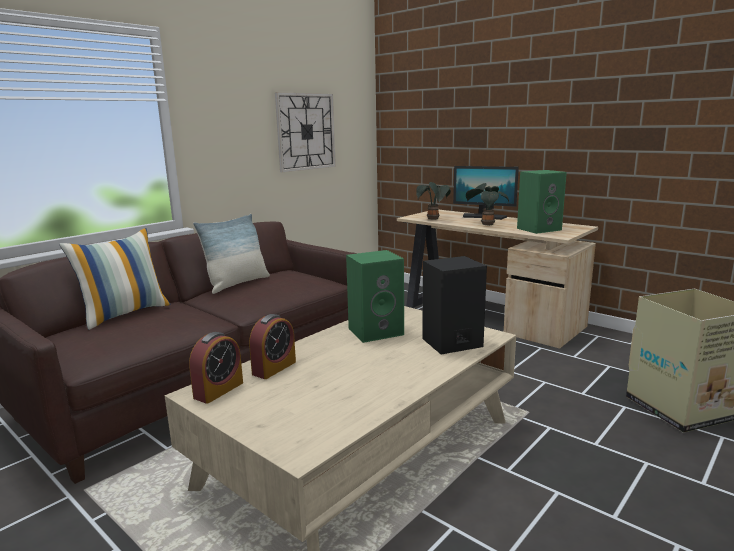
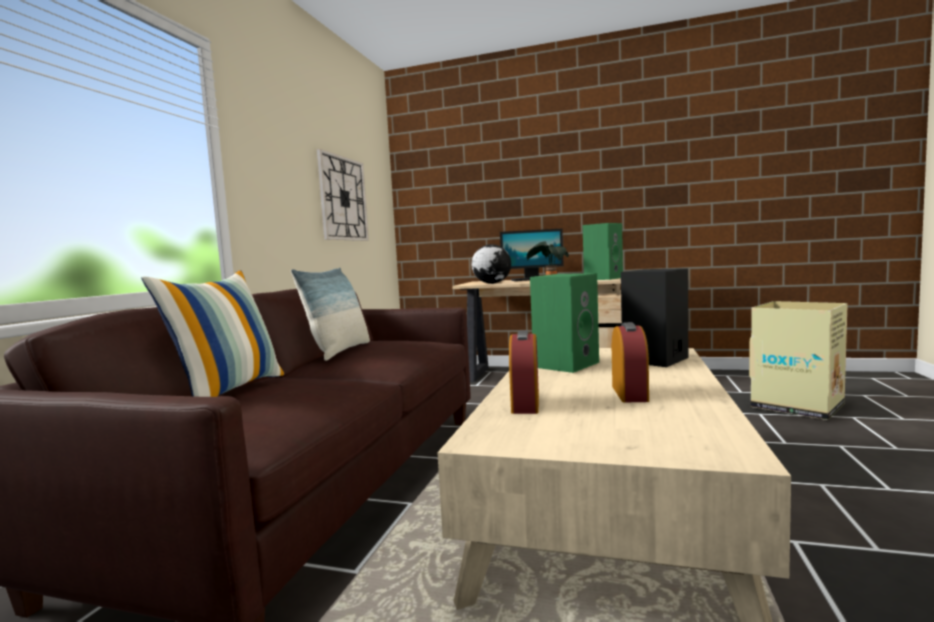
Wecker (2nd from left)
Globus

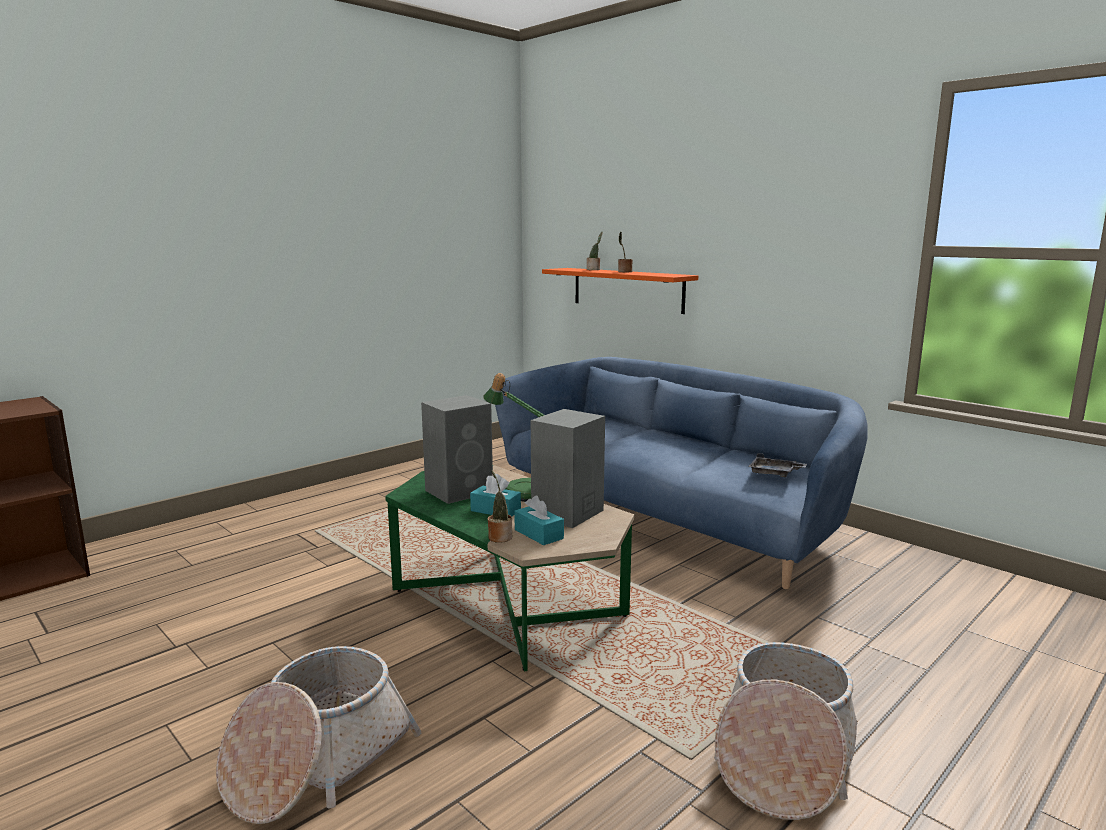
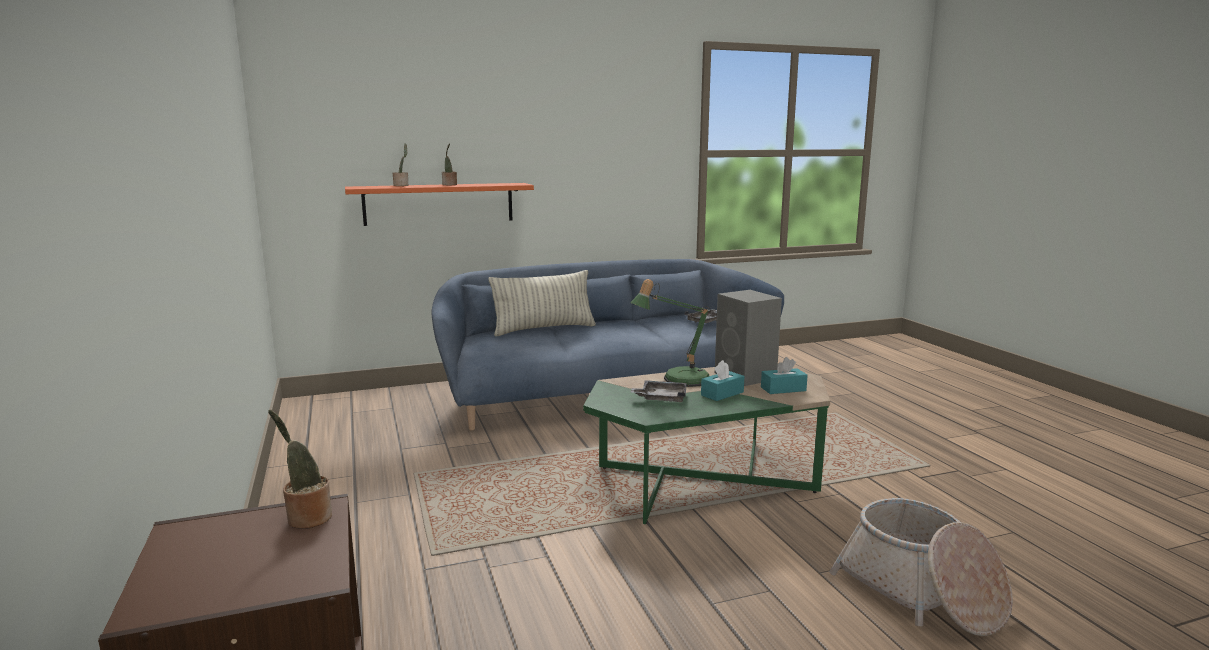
Korb (2nd from left in the first image)
Kissen
Topfpflanze (1st from left)
Tablett/grau (1st from left)

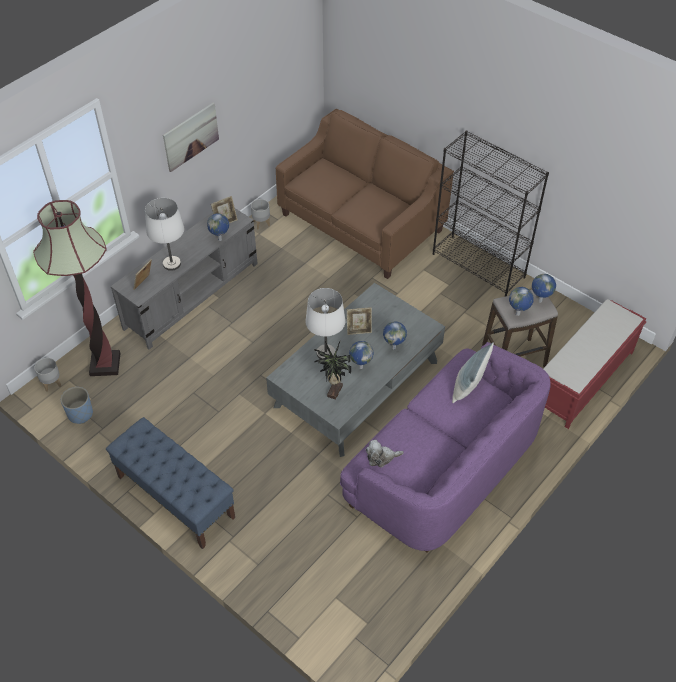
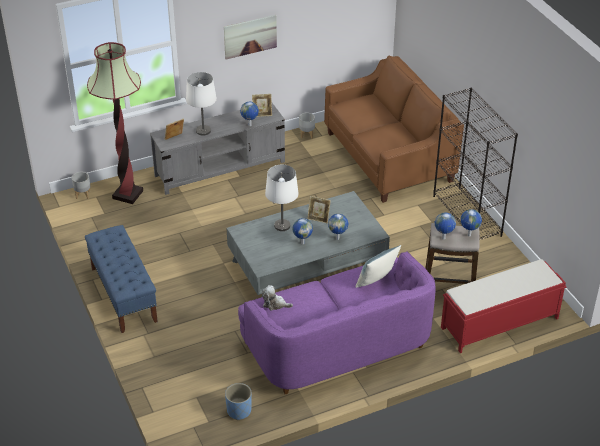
Topfpflanze
Pflanzkübel/blau

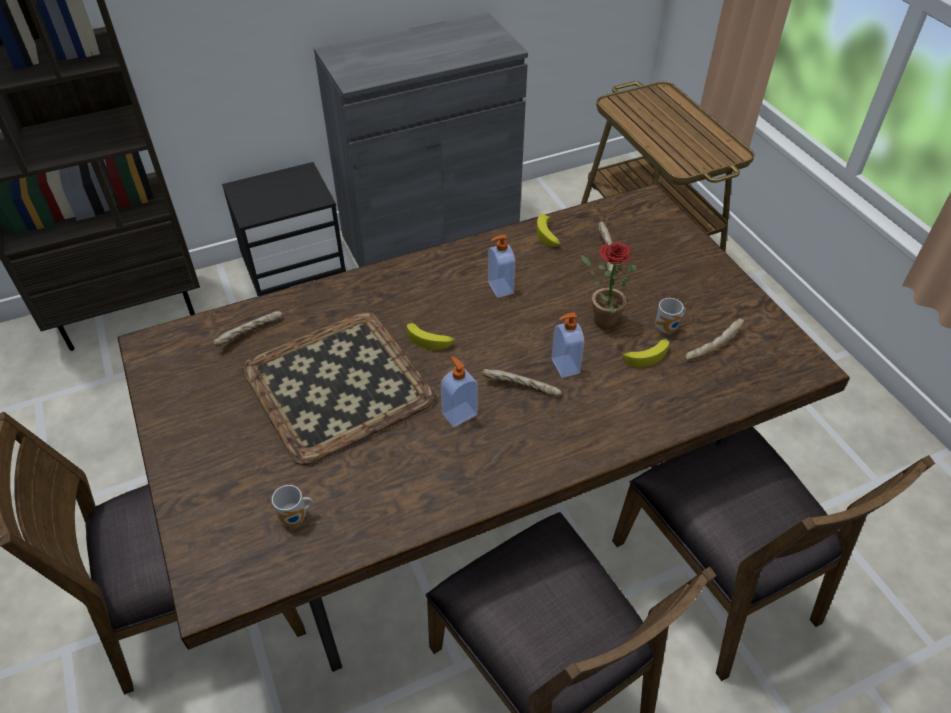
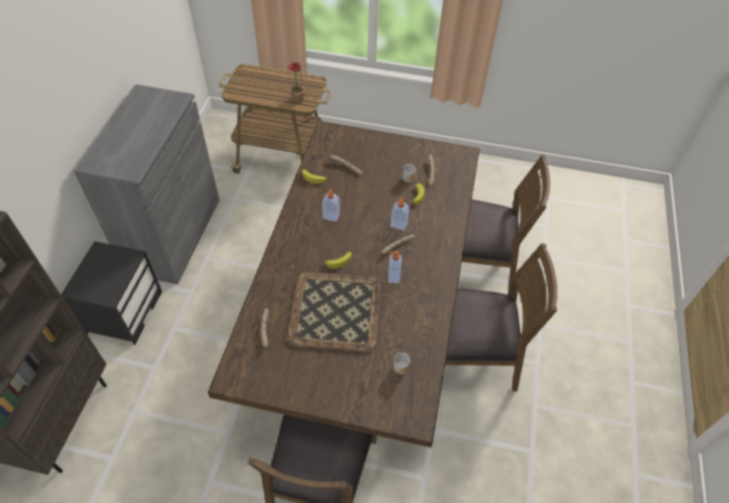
Topfpflanze

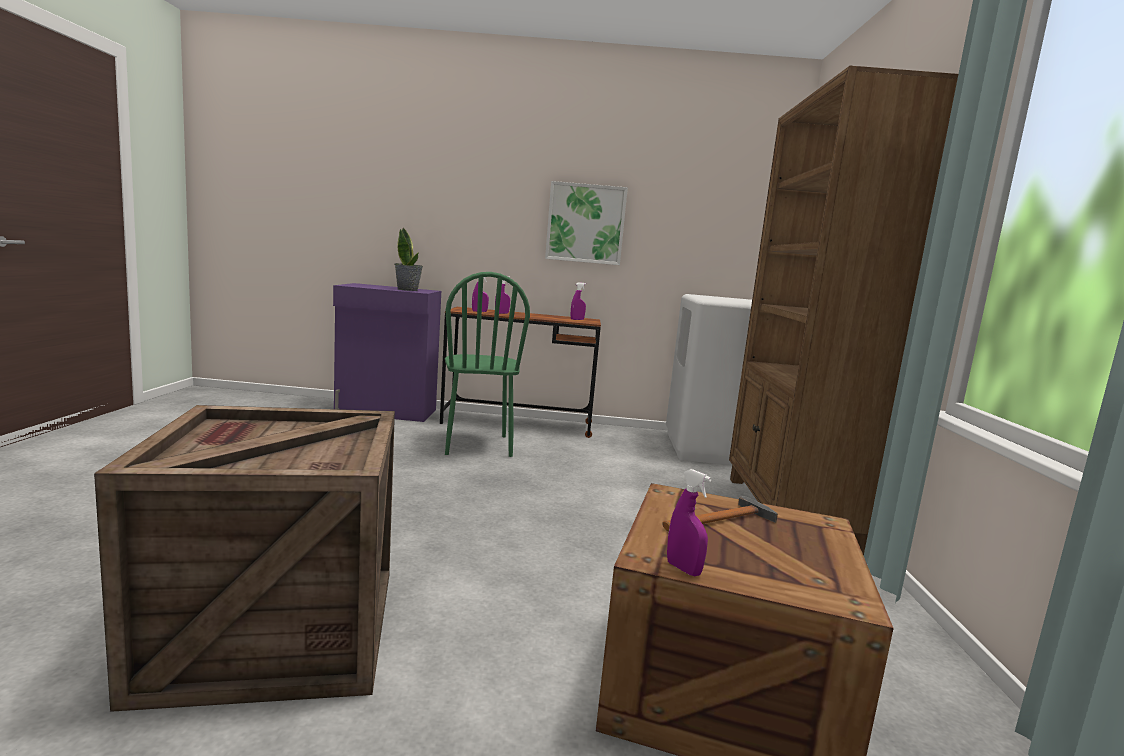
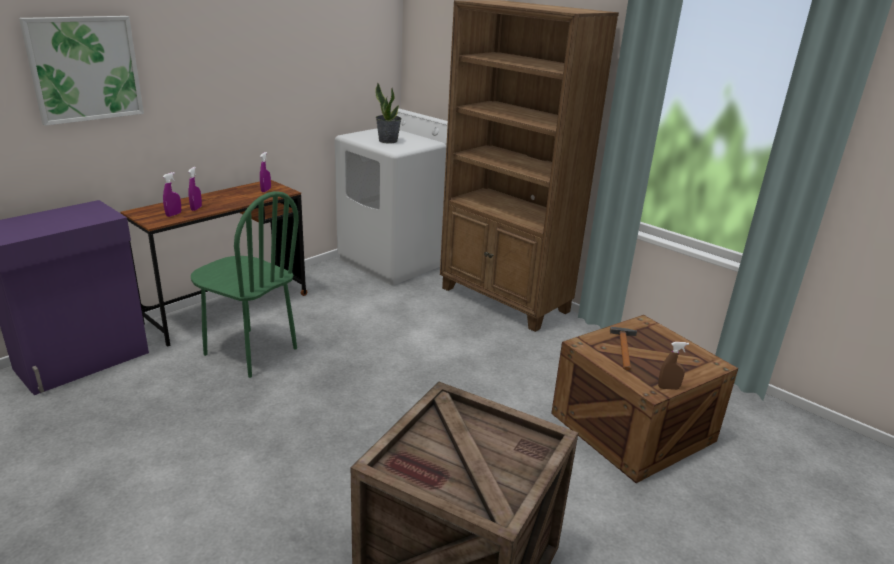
Topfpflanze
Bild
Sprühflasche/braun

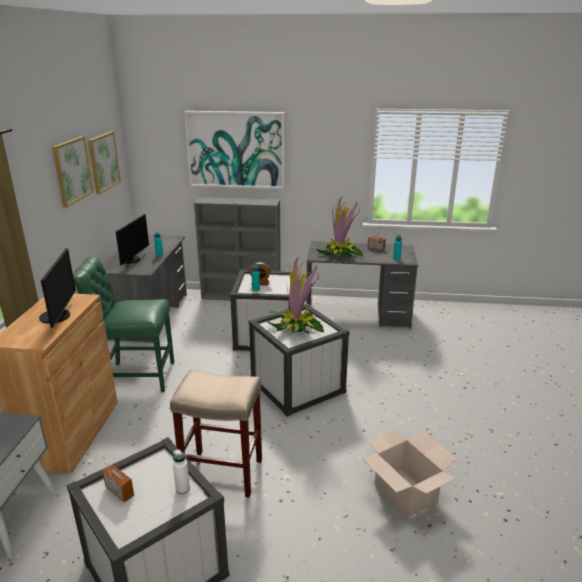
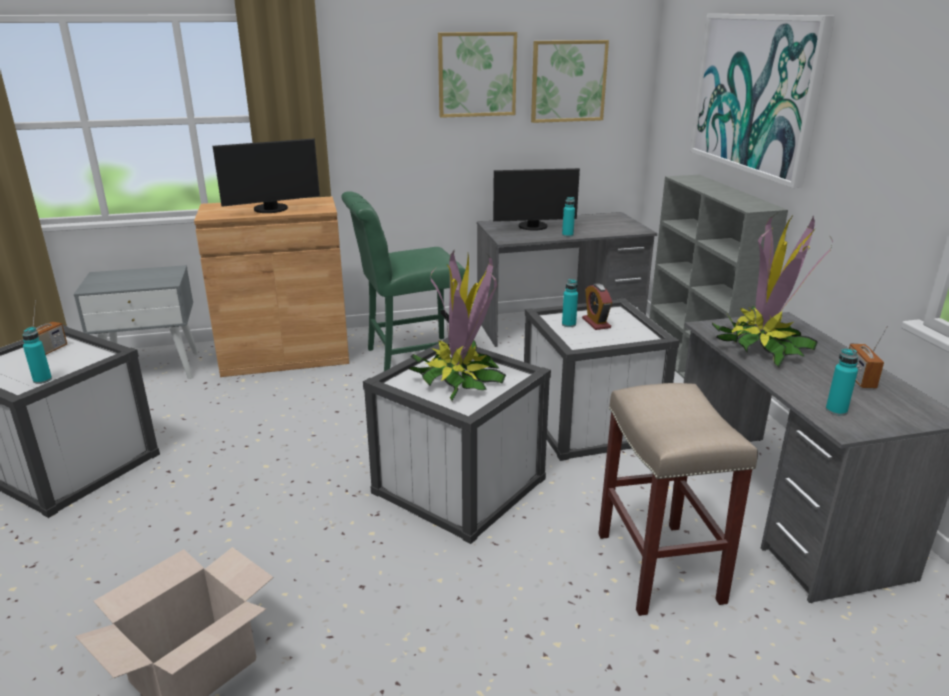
Hocker/beige
Flasche/türkis (1st from left)
Stuhl/grün

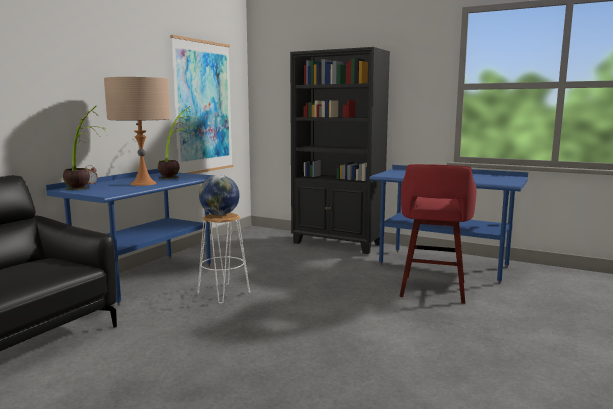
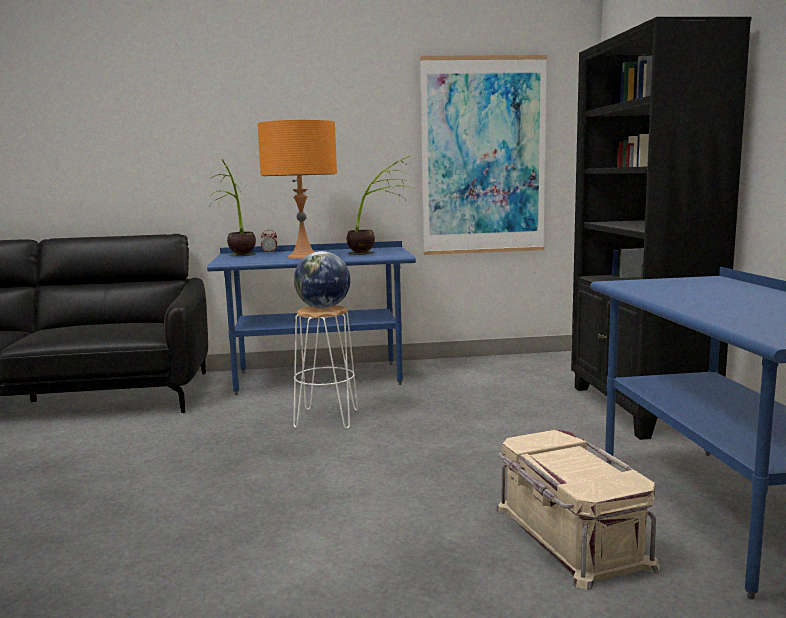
Aufbewahrungsbox/beige
Tischlampe/orange

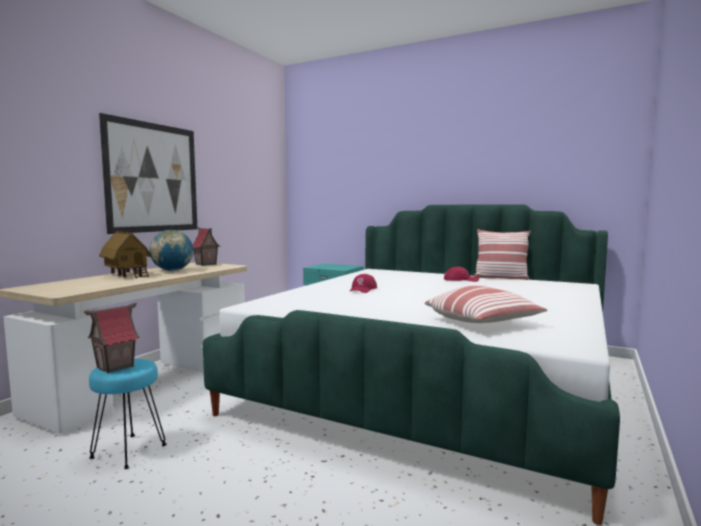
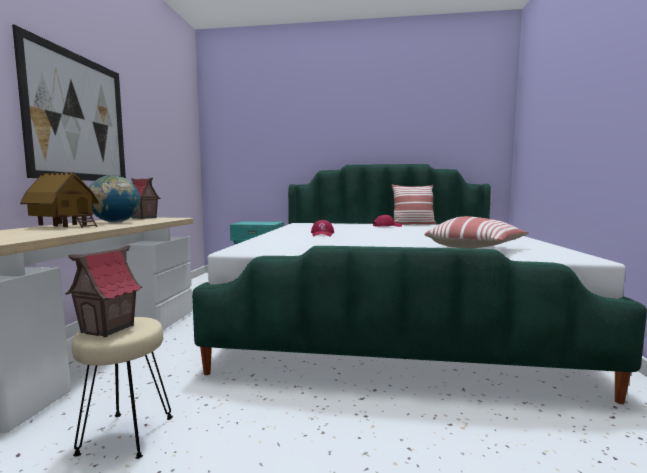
Hocker/beige

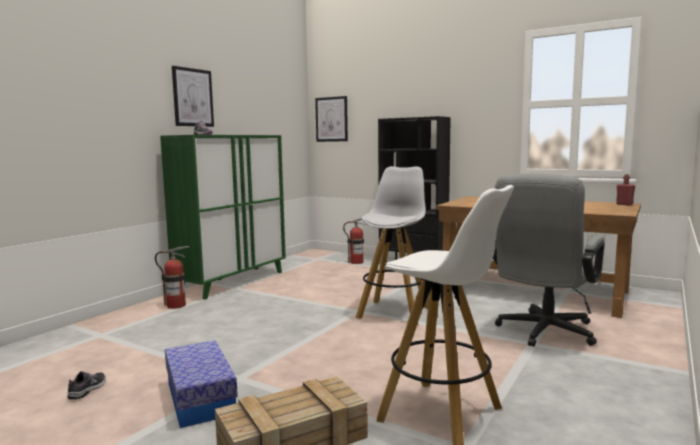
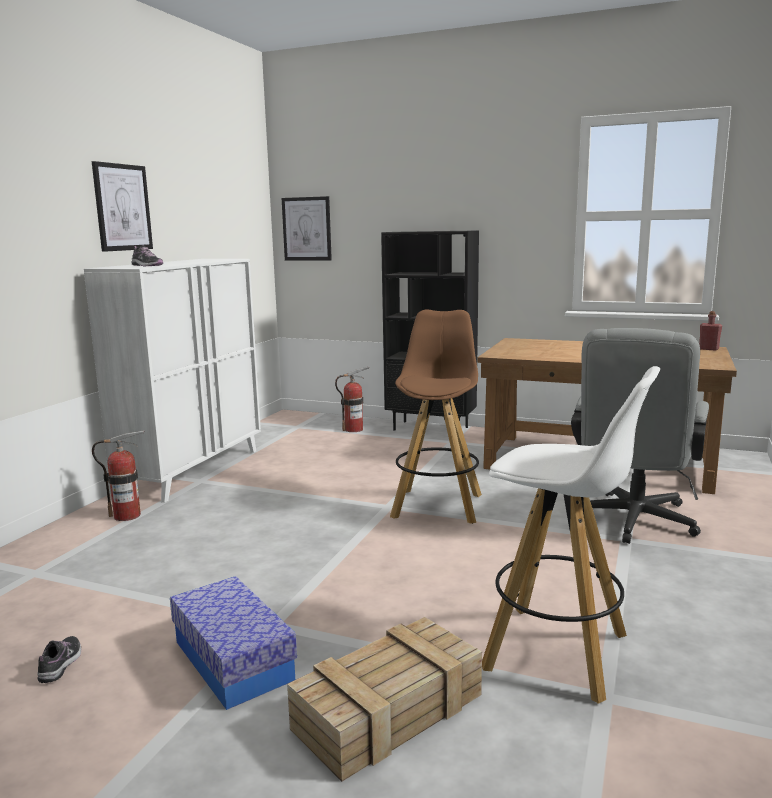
Schrank/weiß
Hocker/braun

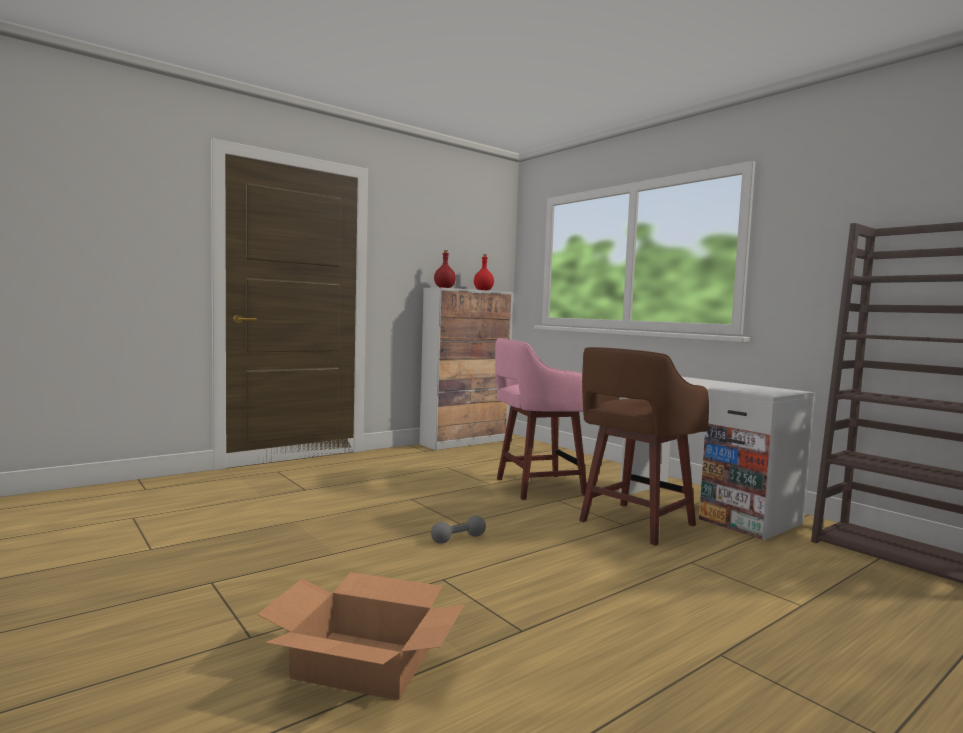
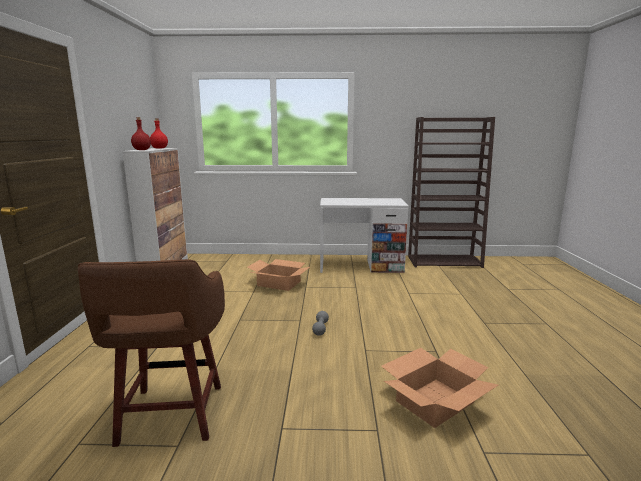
Hocker/braun
Karton (1st from left)

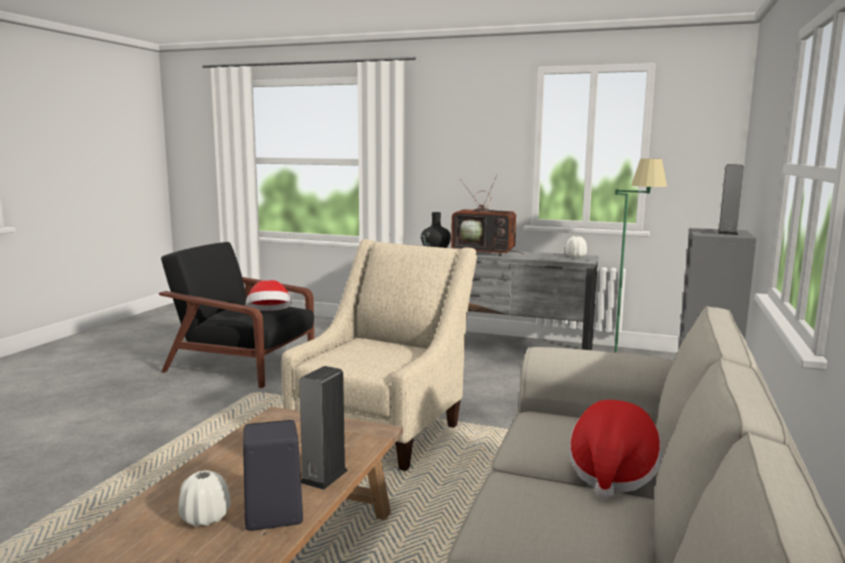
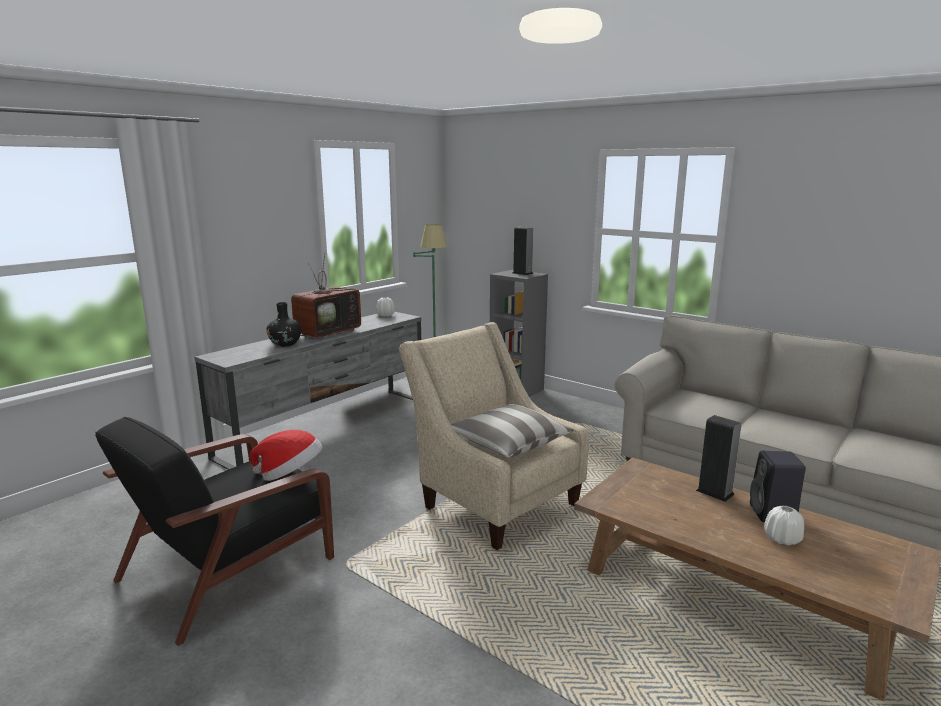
Hut (2nd from left in the first image)
Kissen

